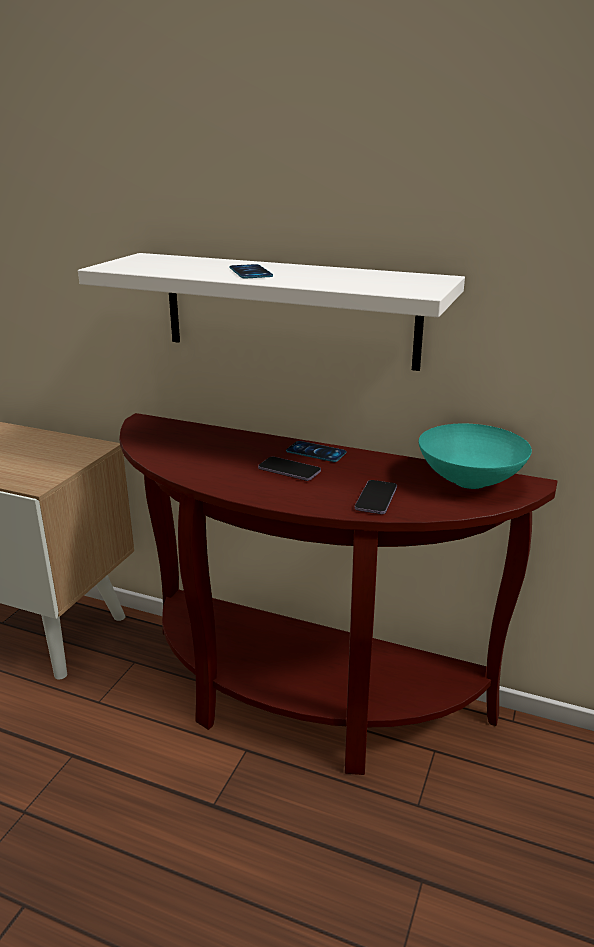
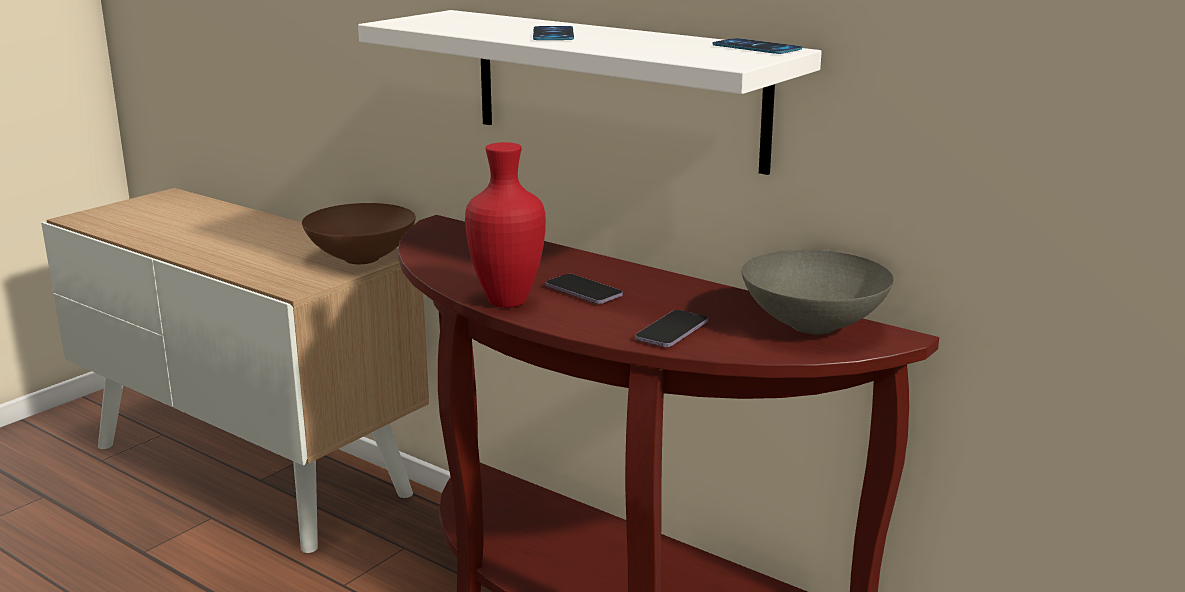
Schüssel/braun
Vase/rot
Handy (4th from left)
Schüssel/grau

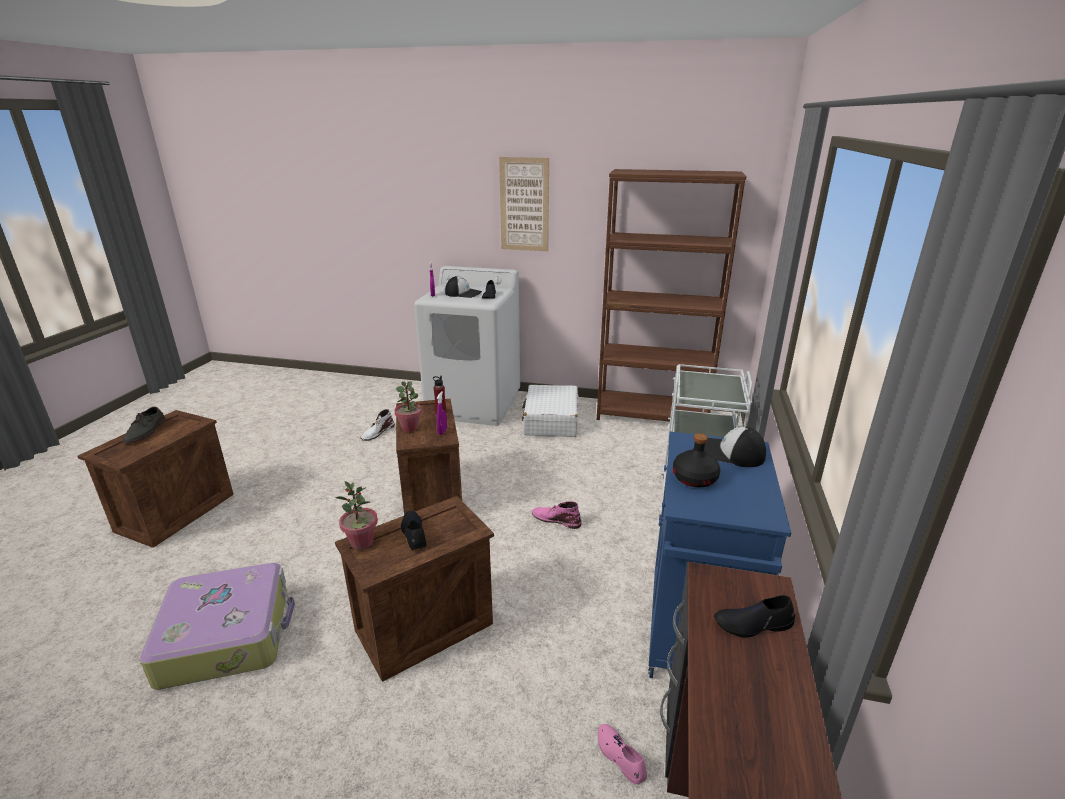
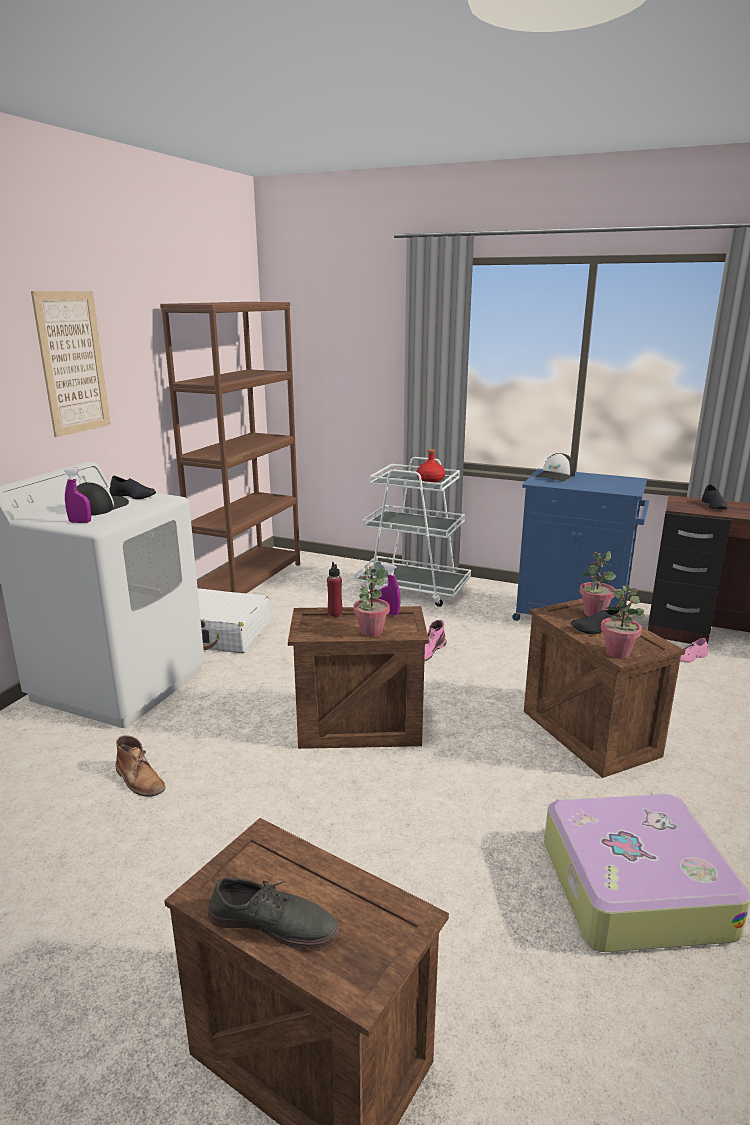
Flasche/schwarz
Flasche/rot (2nd from left)
Topfpflanze (2nd from left)
Stiefel/braun

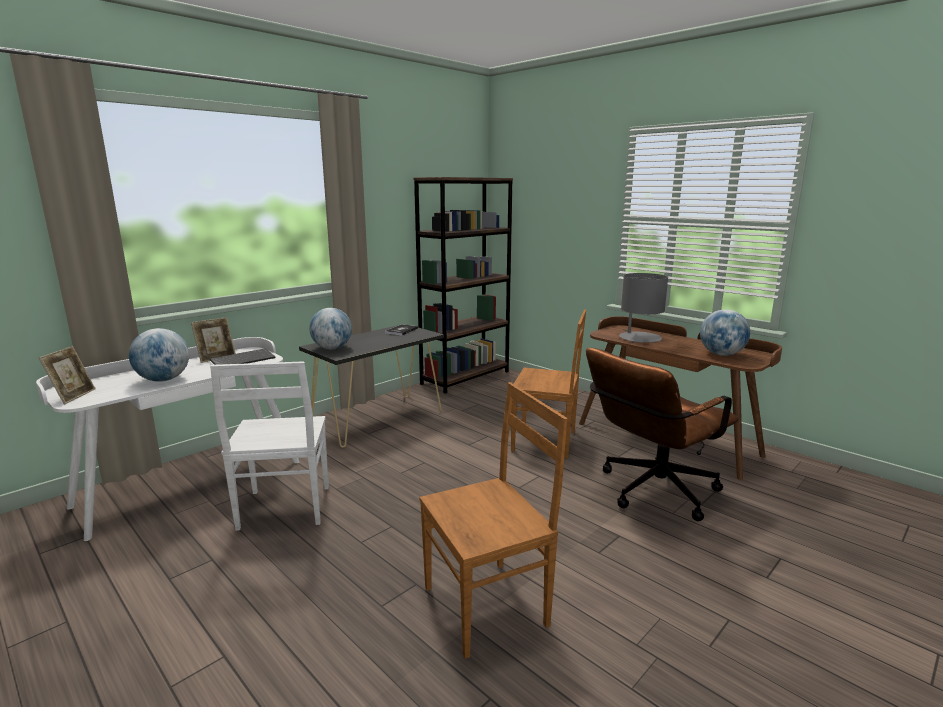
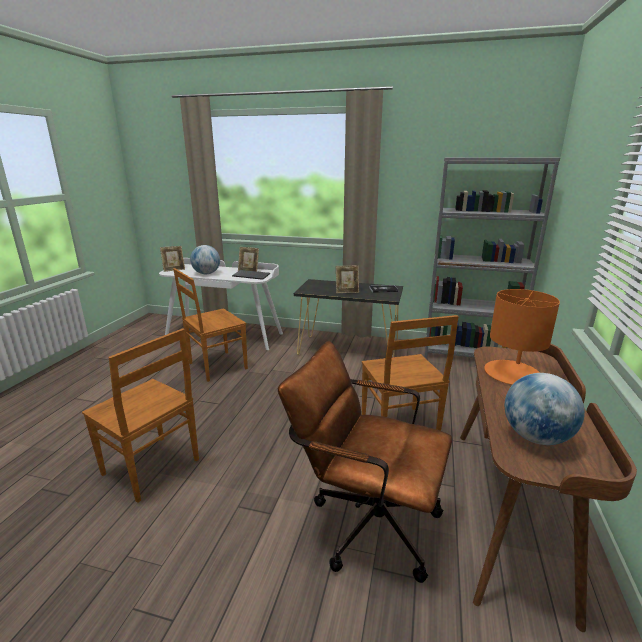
Globus (2nd from left in the first image)
Bilderrahmen (3rd from left)
Stuhl/braun (2nd from left)
Bücherregal/grau
Tischlampe/orange

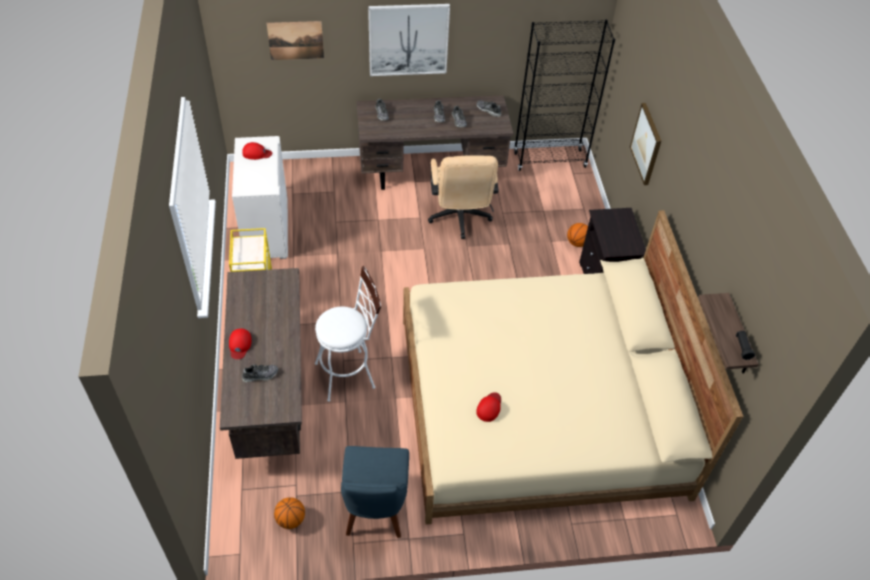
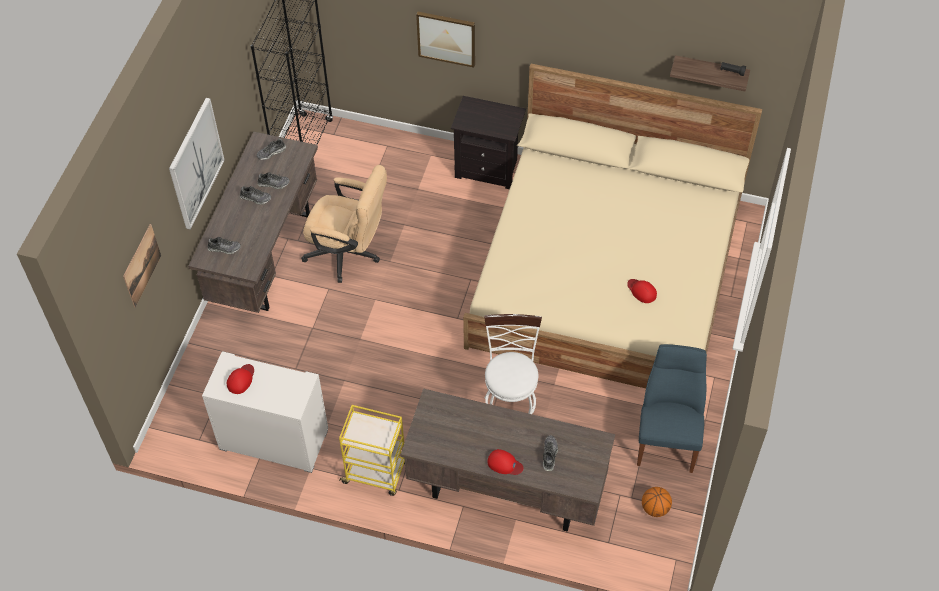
Basketball (2nd from left in the first image)
Stuhl/blau

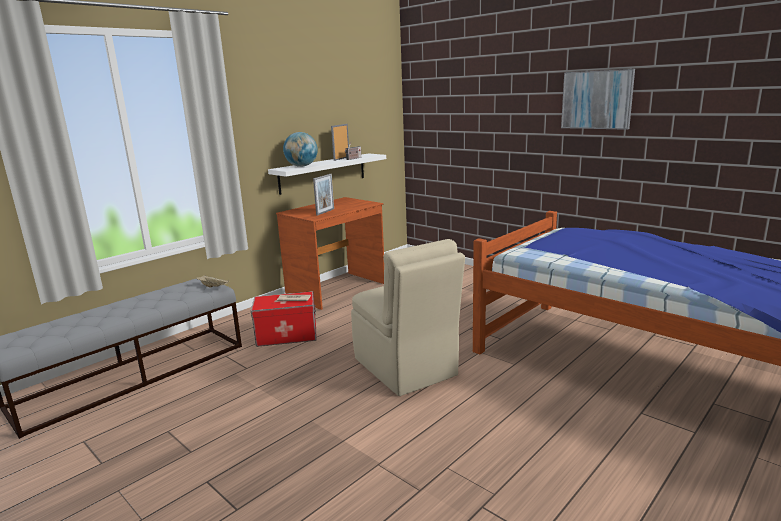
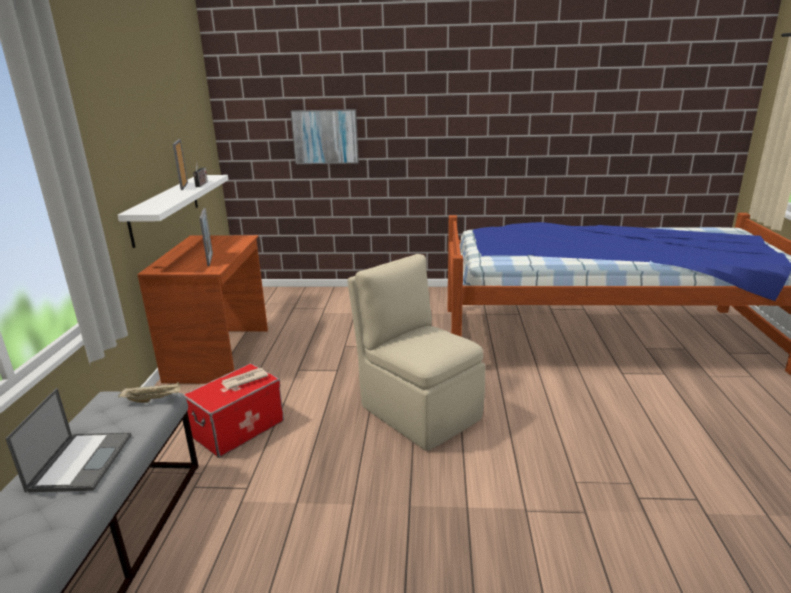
Globus
Laptop
Bild
Stuhl/beige

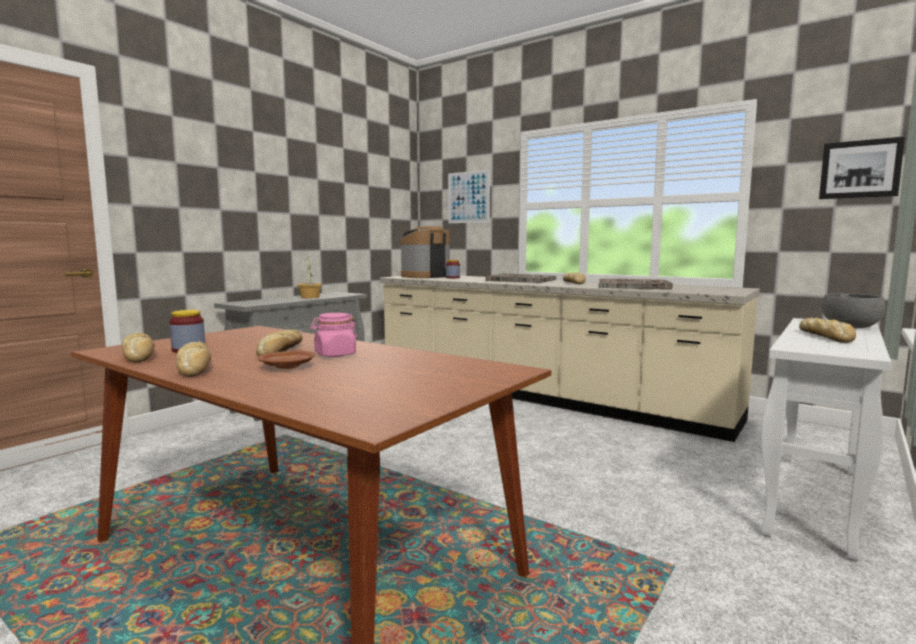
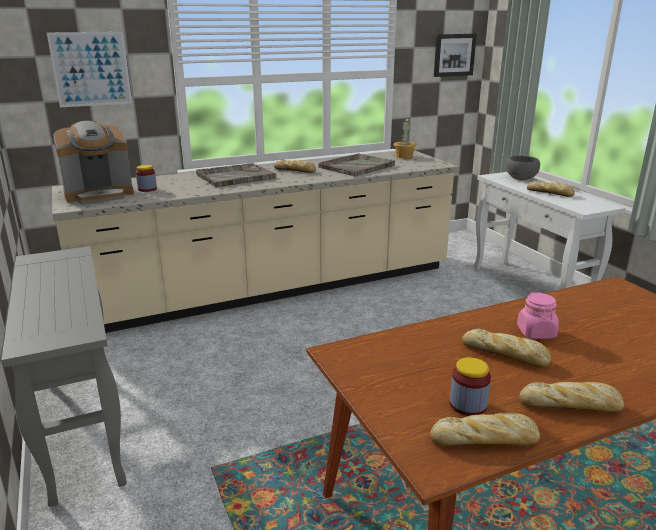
Teller/braun
Topfpflanze
Kaffeemaschine

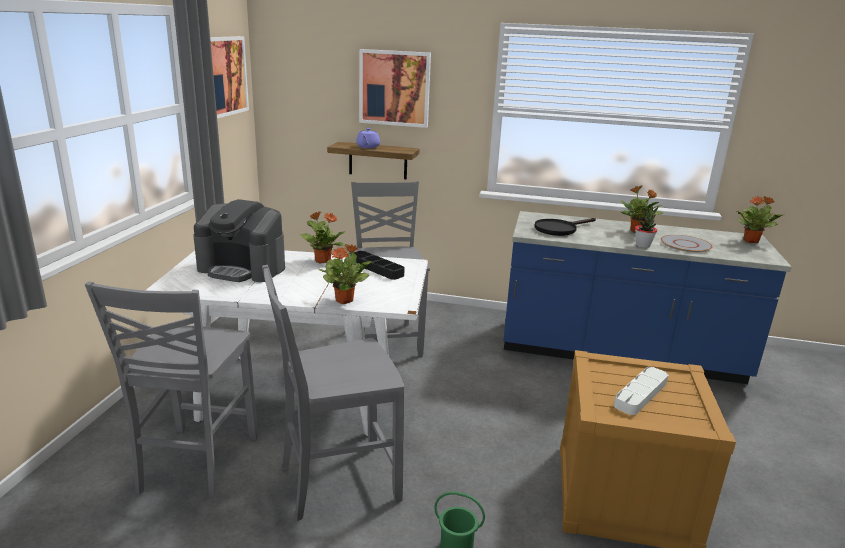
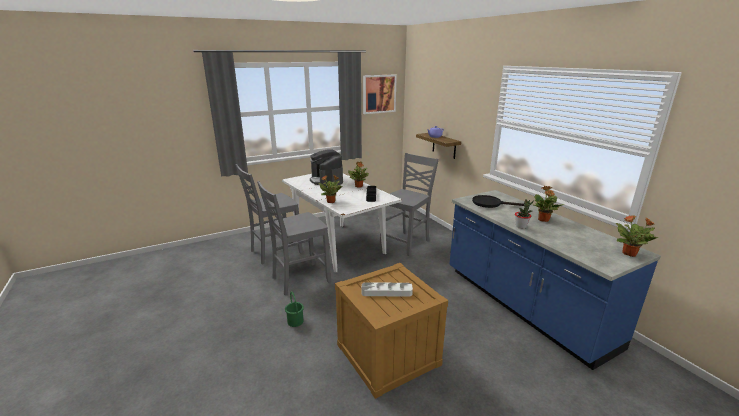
Bild (2nd from left in the first image)
Teller/grau
Stuhl/grau (2nd from left)

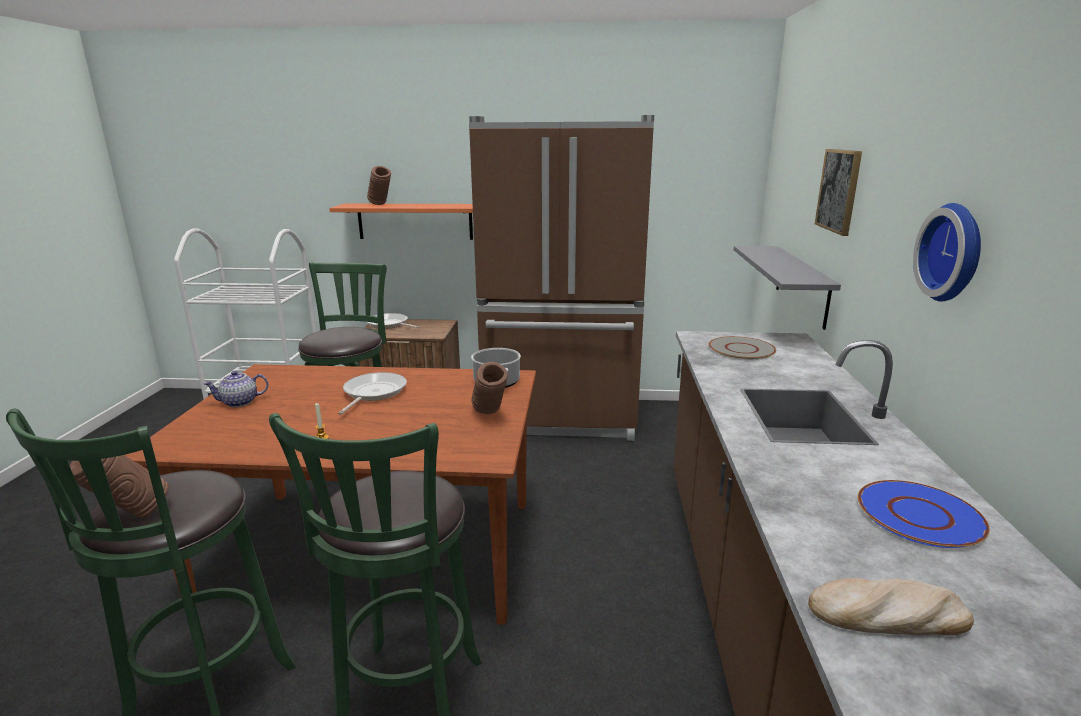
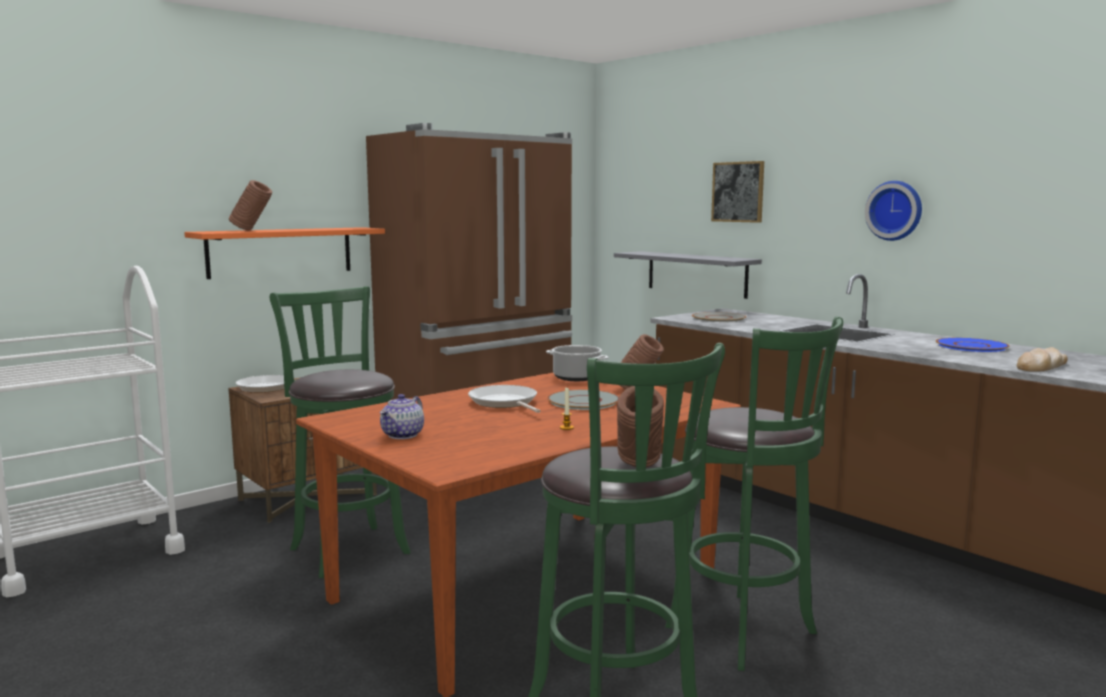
Teller/grau (1st from left)

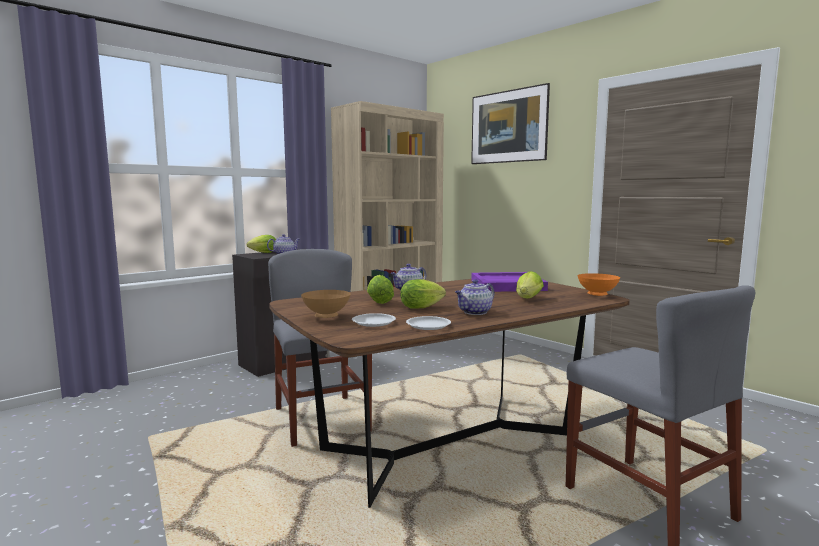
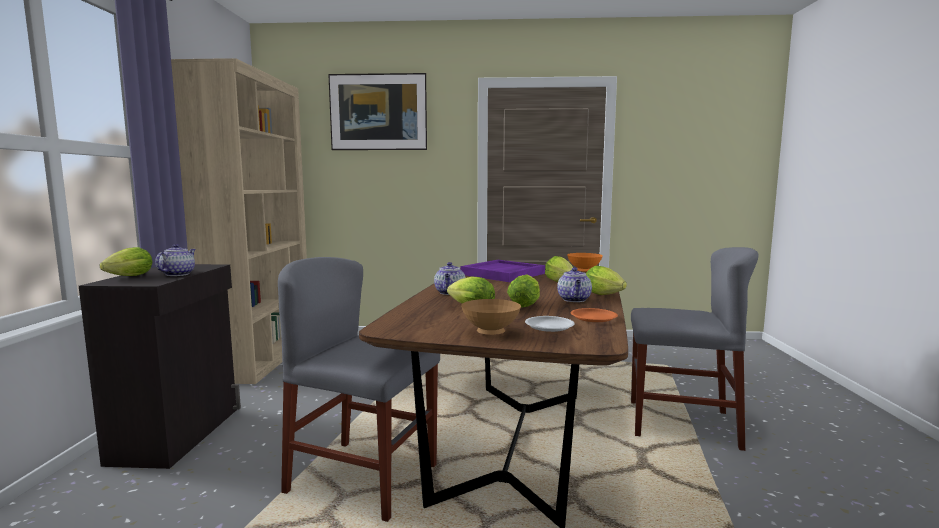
Salatkopf (5th from left)
Teller/orange

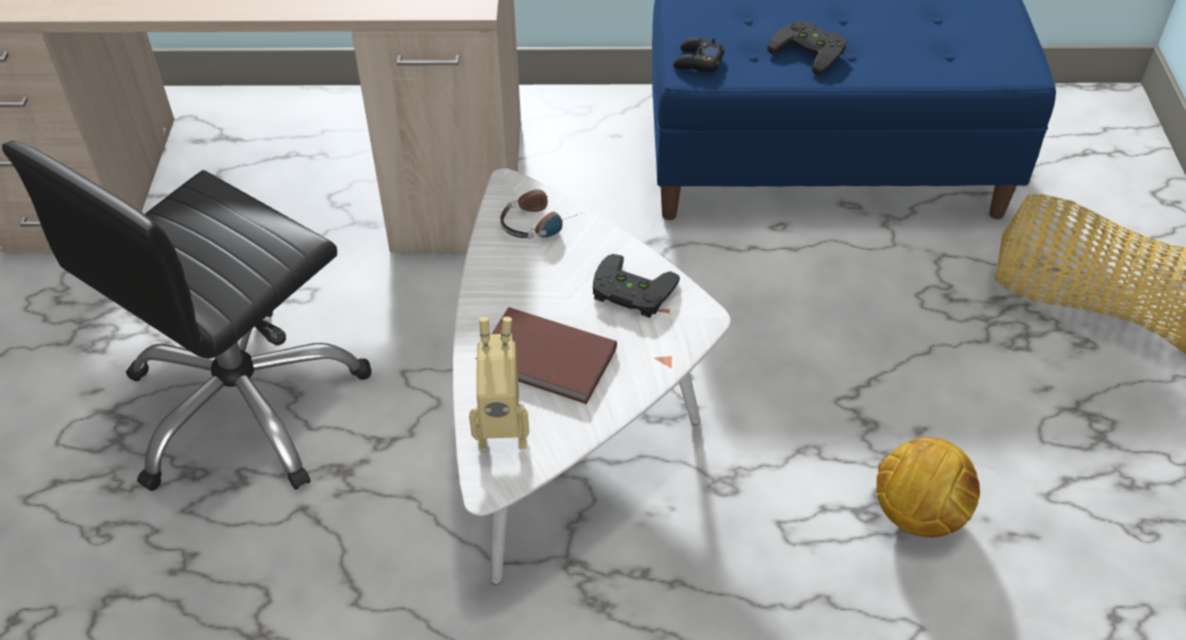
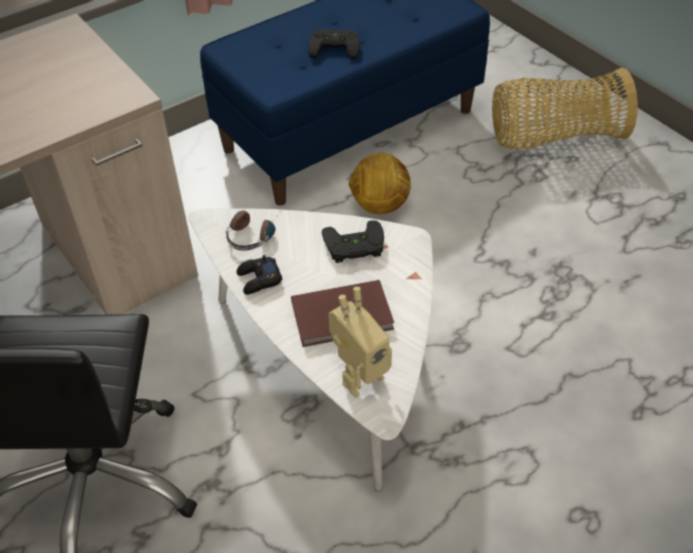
Gamepad/schwarz (1st from left)
Fußball

